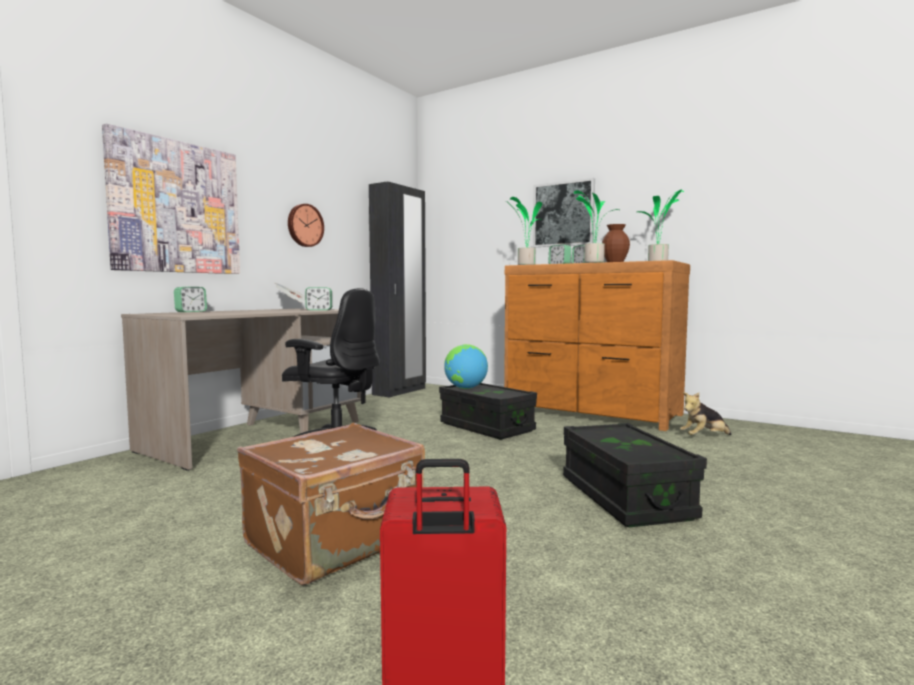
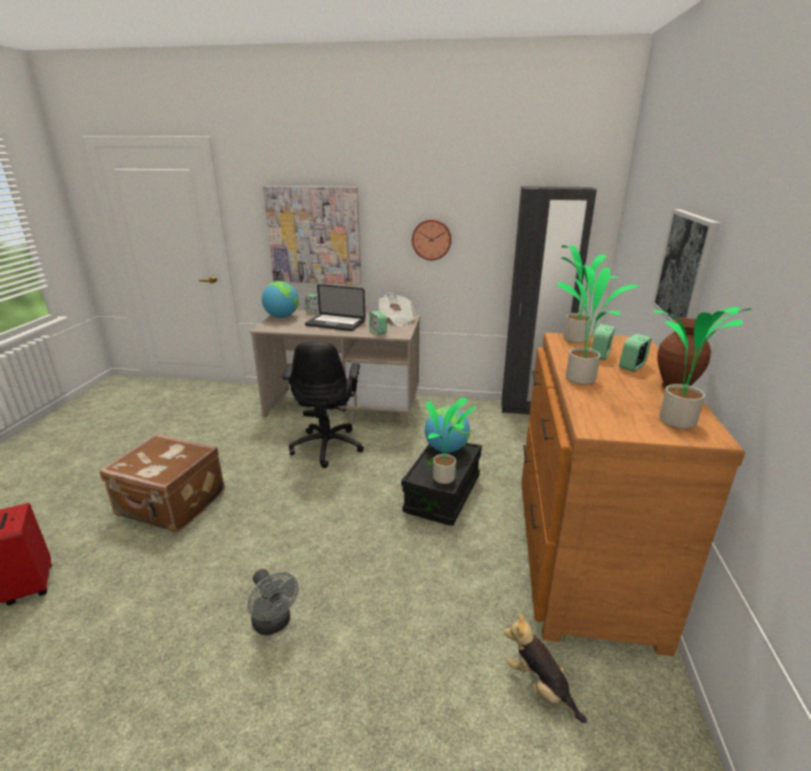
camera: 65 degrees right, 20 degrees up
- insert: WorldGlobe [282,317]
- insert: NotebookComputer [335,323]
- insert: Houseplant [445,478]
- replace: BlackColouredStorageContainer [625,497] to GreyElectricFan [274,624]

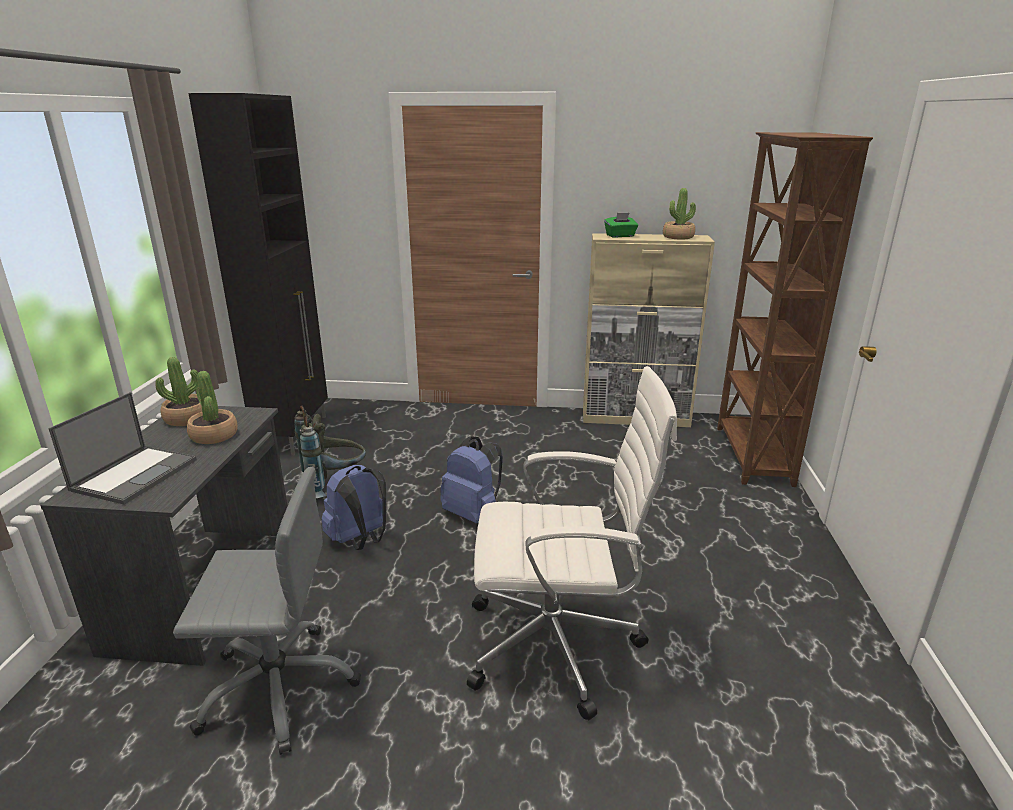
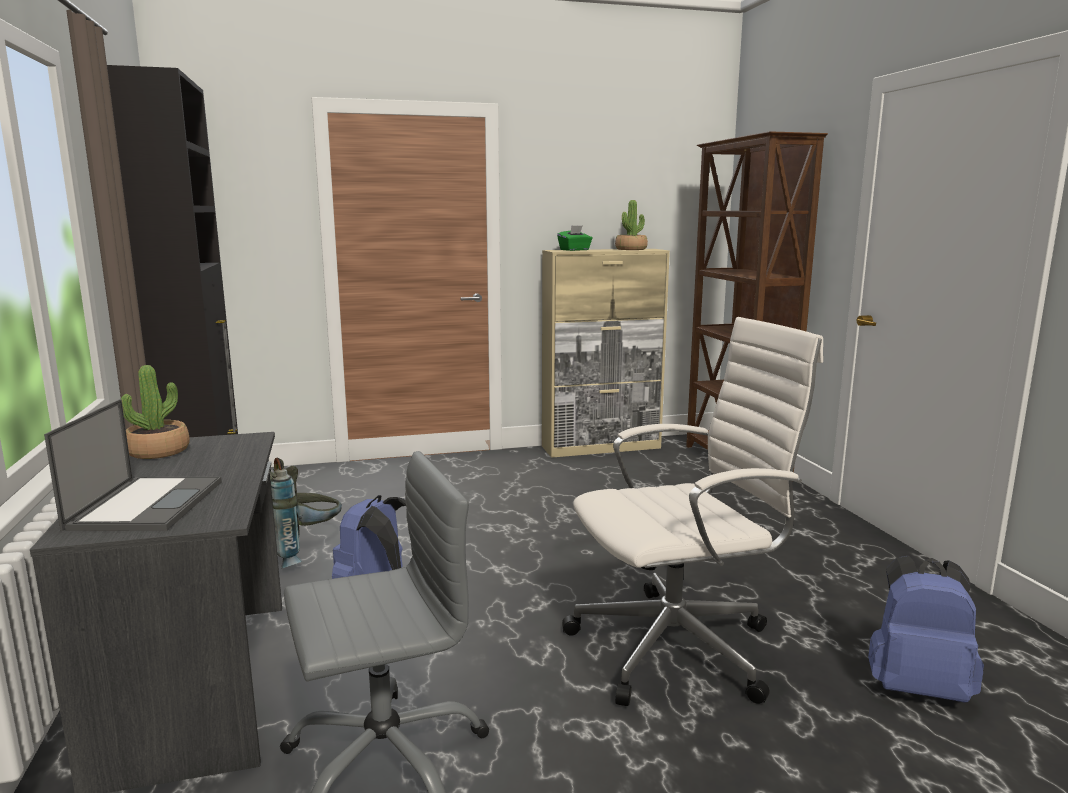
camera: 20 degrees left, 10 degrees down
- delete: Houseplant [214,435]
- move: BlueColouredKnapsack [473,514] to [916,687]

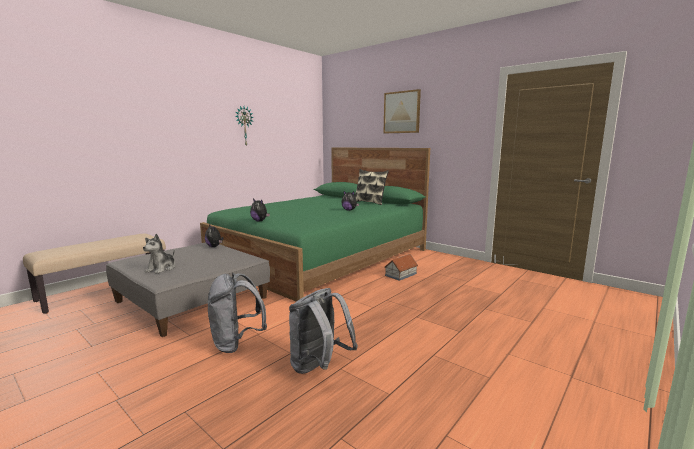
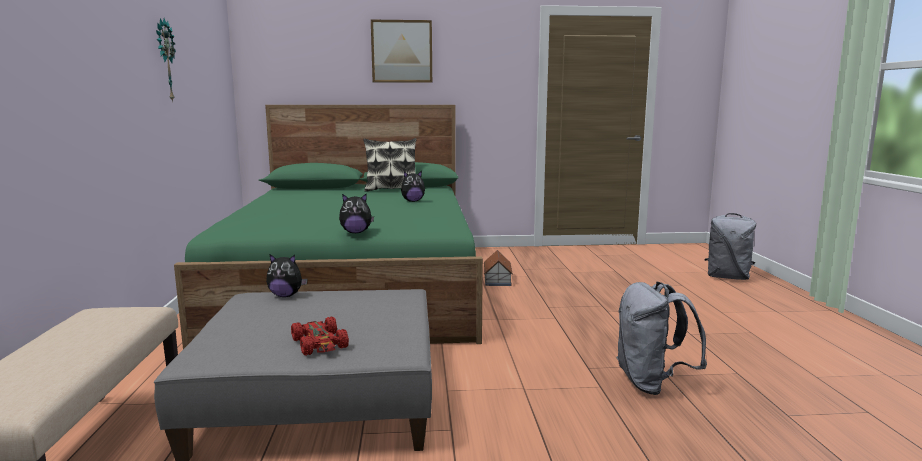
camera: 45 degrees left, 0 degrees up
- move: GreyKnapsack [236,343] to [727,277]
- replace: SoftToy [161,269] to ReddishMiniatureCar [320,344]

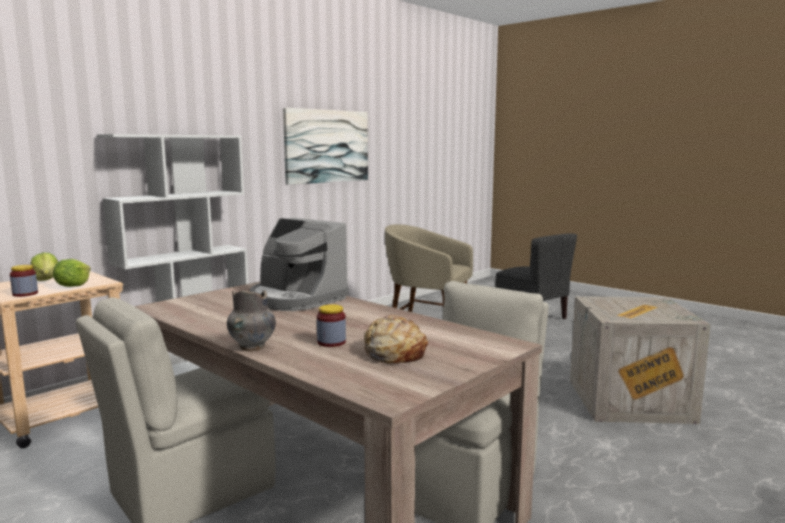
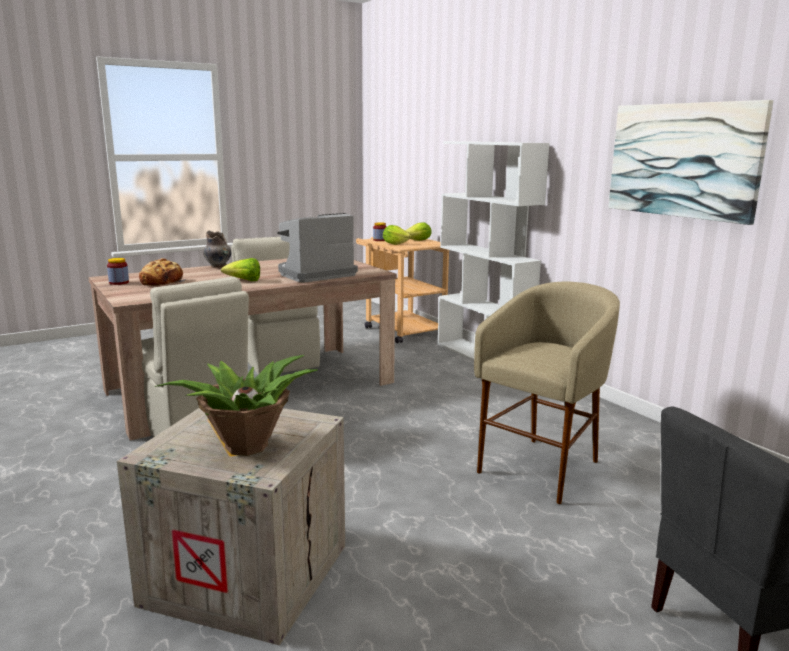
camera: 105 degrees right, 5 degrees up
- insert: Houseplant [244,446]
- insert: Lettuce [244,281]
- move: StorageJar [331,342] to [119,282]

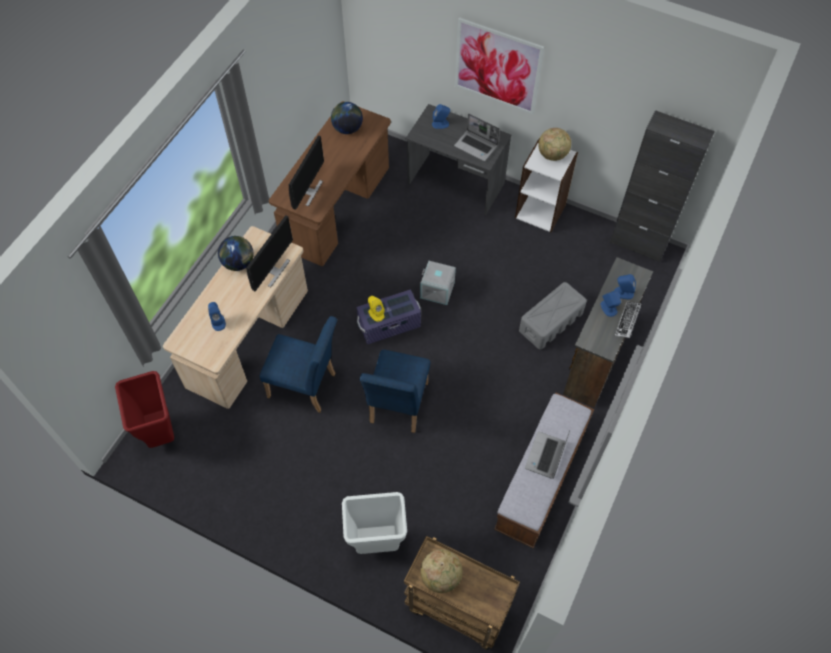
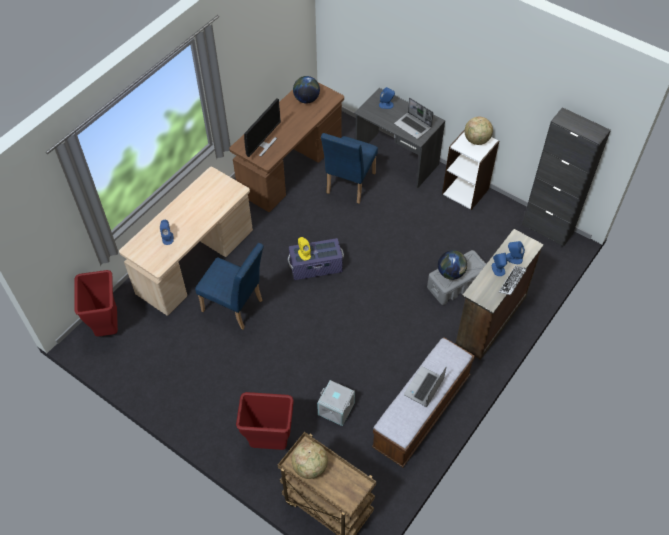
camera: 10 degrees right, 5 degrees down
- delete: ComputerDisplay [273,271]
- delete: WallPicture [497,66]
- move: WorldGlobe [239,263] to [451,273]
- move: BlueColouredUprightChair [397,407] to [349,186]
- move: GreyStorageContainer [438,290] to [336,408]
- recolor: WhitishRubbishBin [376,543] to ReddishRubbishBin [269,443]

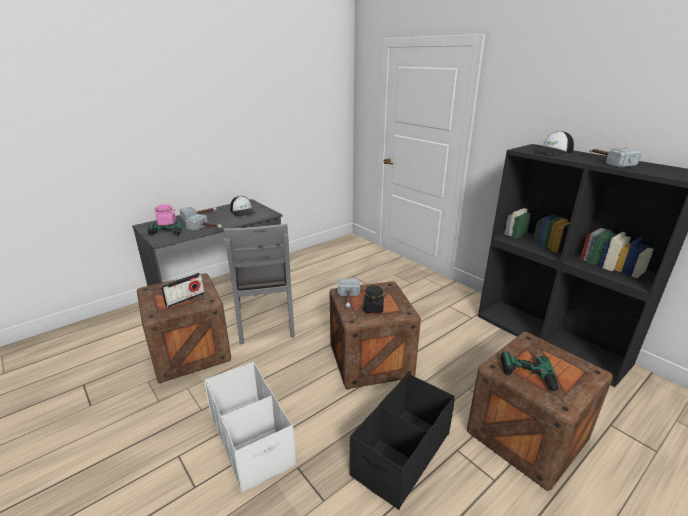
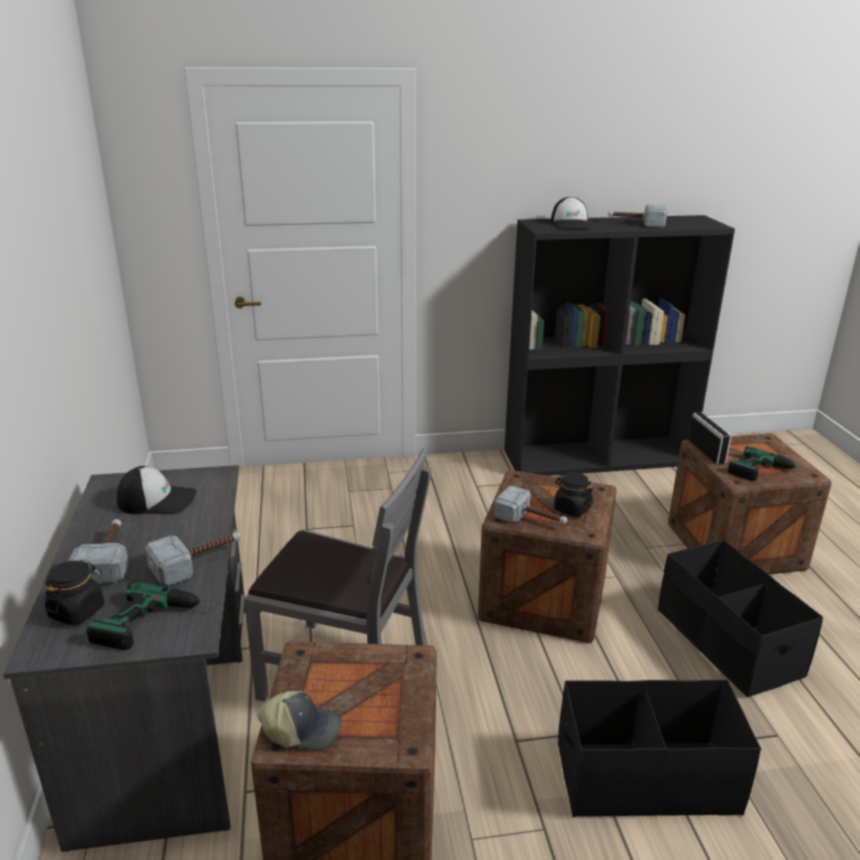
camera: 60 degrees left, 0 degrees up
- insert: BaseballCap [302,730]
- move: Radio [185,299] to [706,451]
- recolor: PinkishStorageJar [167,223] to BlackColouredStorageJar [77,611]
- recolor: WhitishStorageContainer [251,439] to BlackColouredStorageContainer [645,777]

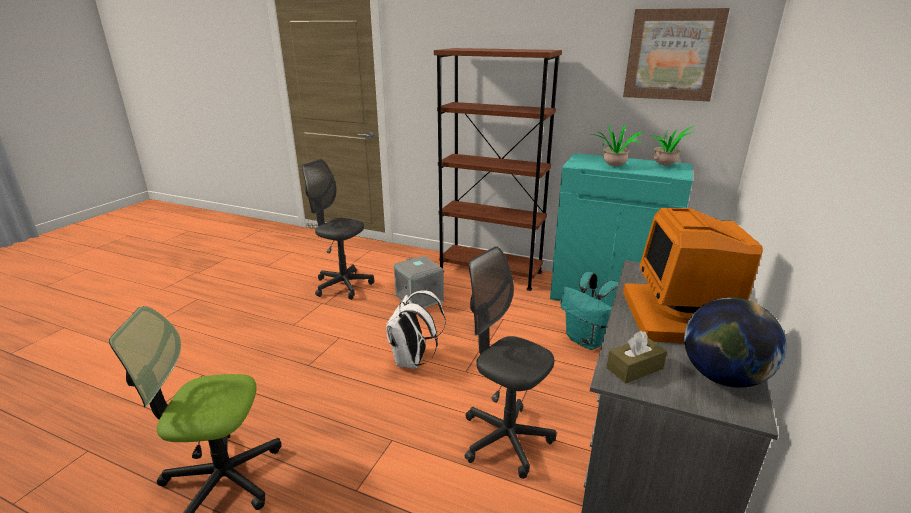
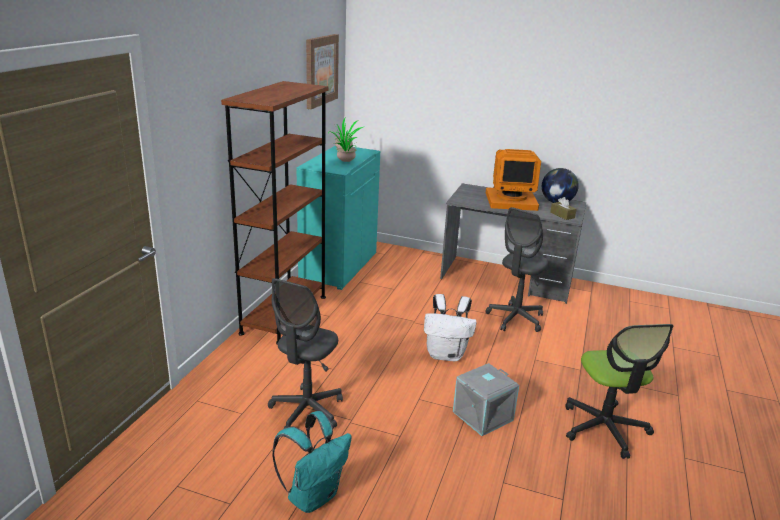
camera: 95 degrees left, 0 degrees up
- move: GreyStorageContainer [418,298] to [483,416]
- move: TurquoiseKnapsack [588,341] to [313,496]

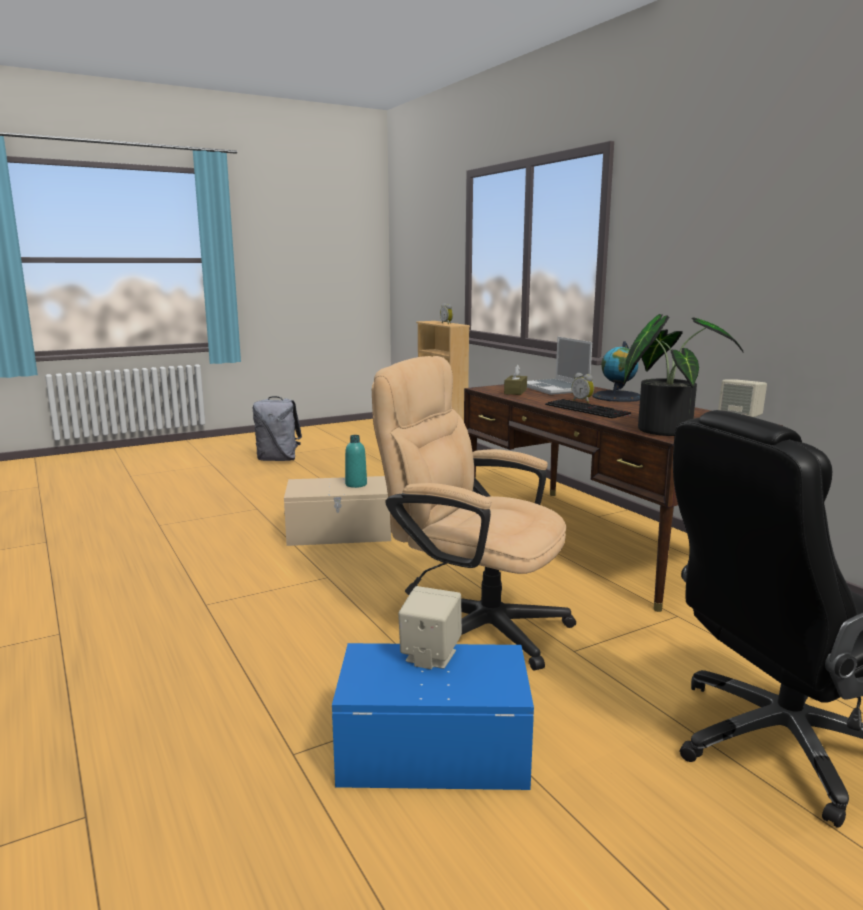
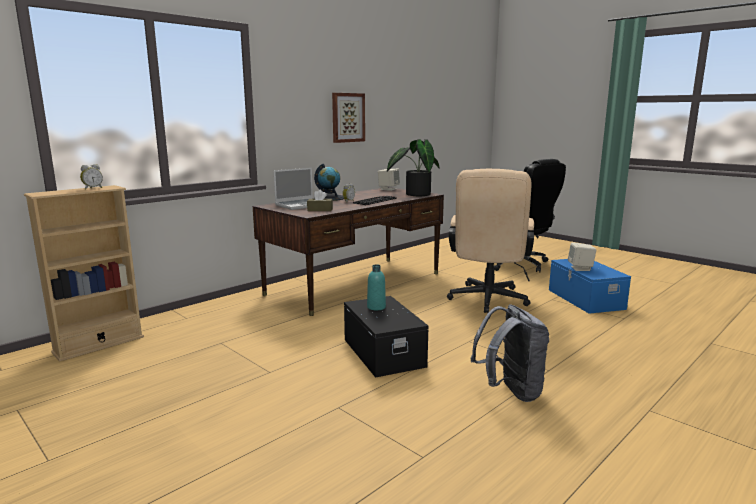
camera: 105 degrees left, 0 degrees up
- insert: WallPicture [347,117]
- move: GreyKnapsack [278,459] to [510,391]
- recolor: BeigeStorageContainer [339,532] to BlackColouredStorageContainer [384,352]

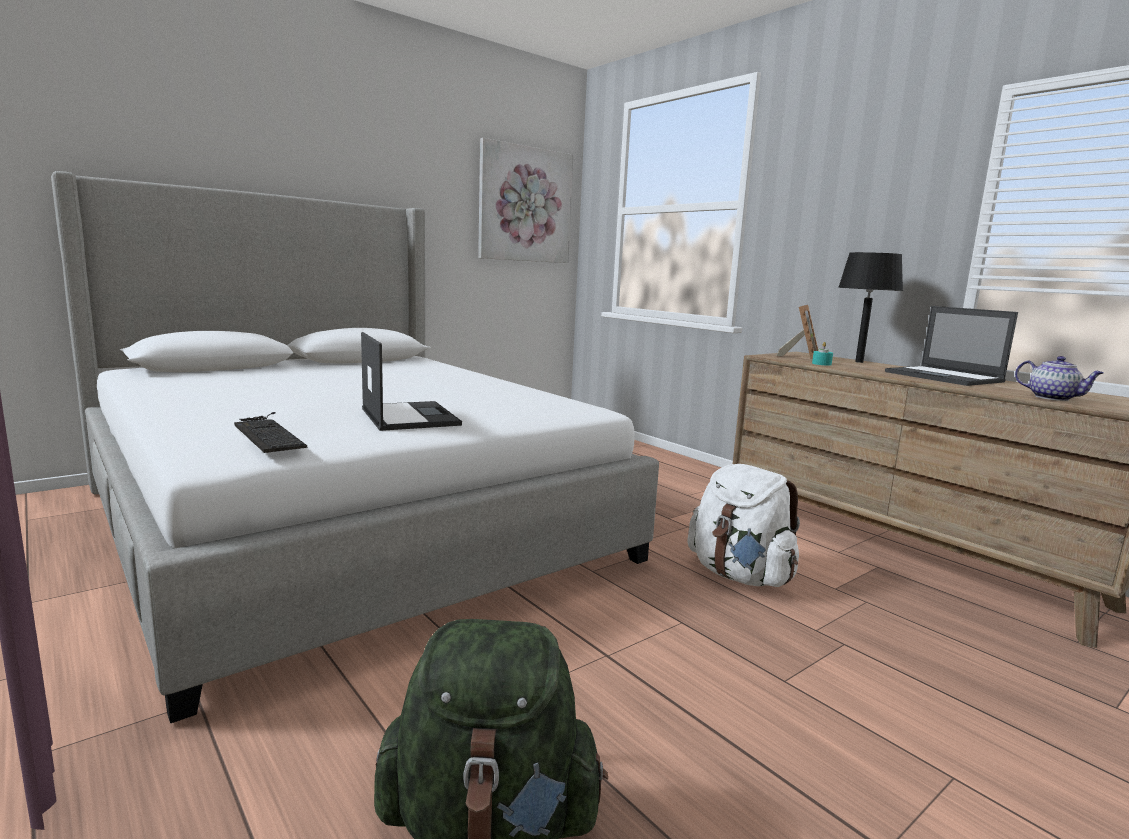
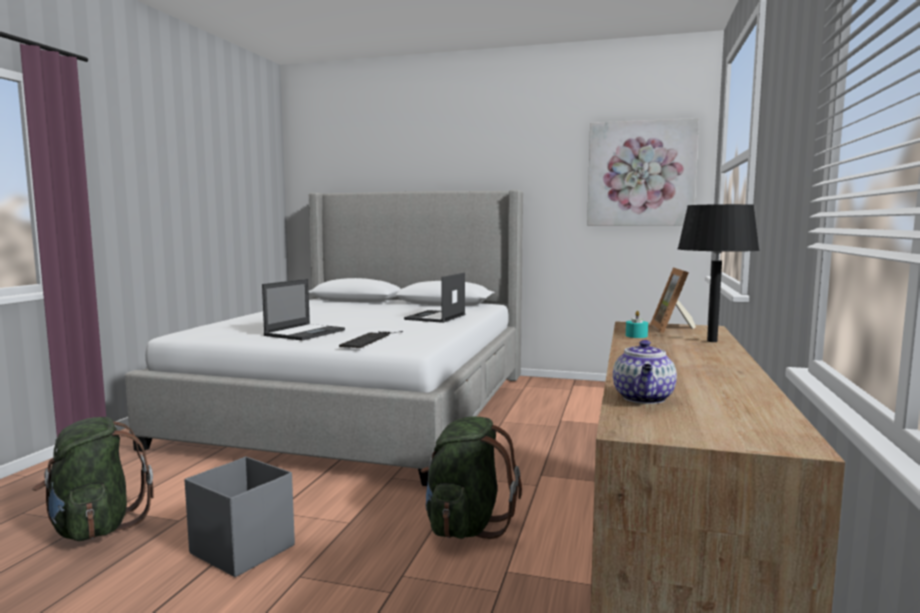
camera: 55 degrees right, 5 degrees down
- insert: GreyStorageContainer [242,549]
- move: PcKeyboard [267,432] to [370,339]
- move: NotebookComputer [944,377] to [435,317]
- recolor: WhitishKnapsack [740,575] to GreenishKnapsack [466,525]
- rotate: PhotoFrame [800,356] = [673,329] 105 degrees clockwise

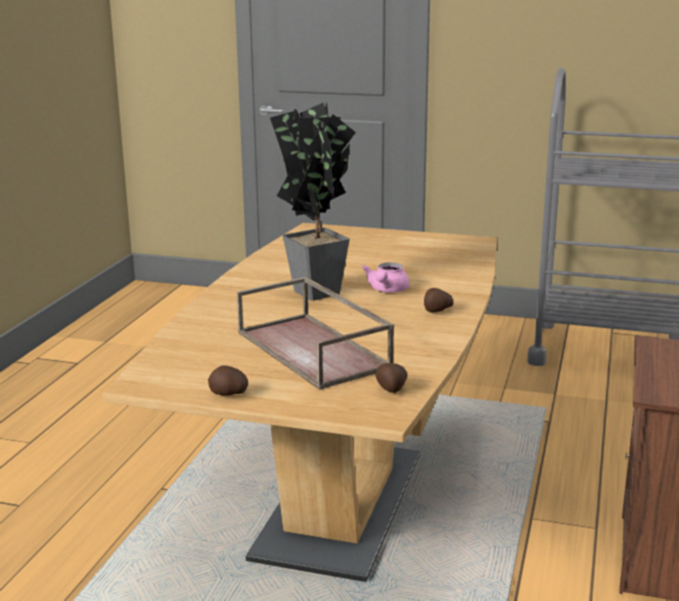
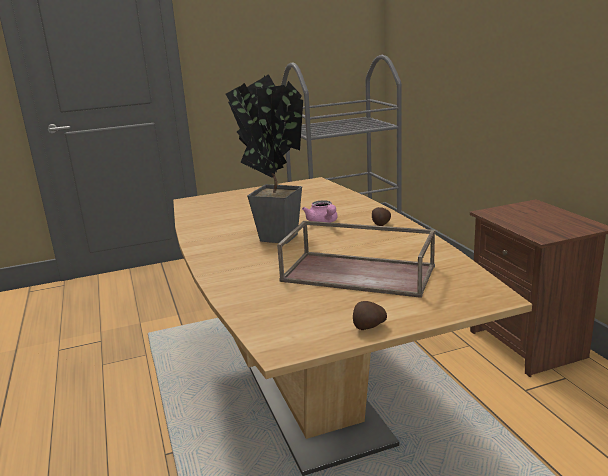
camera: 35 degrees left, 0 degrees up
- delete: Potato [391,389]

